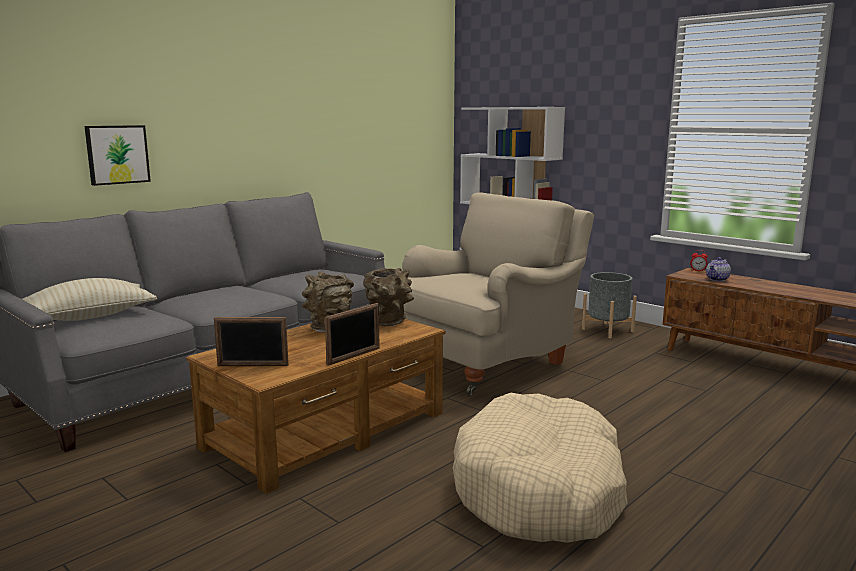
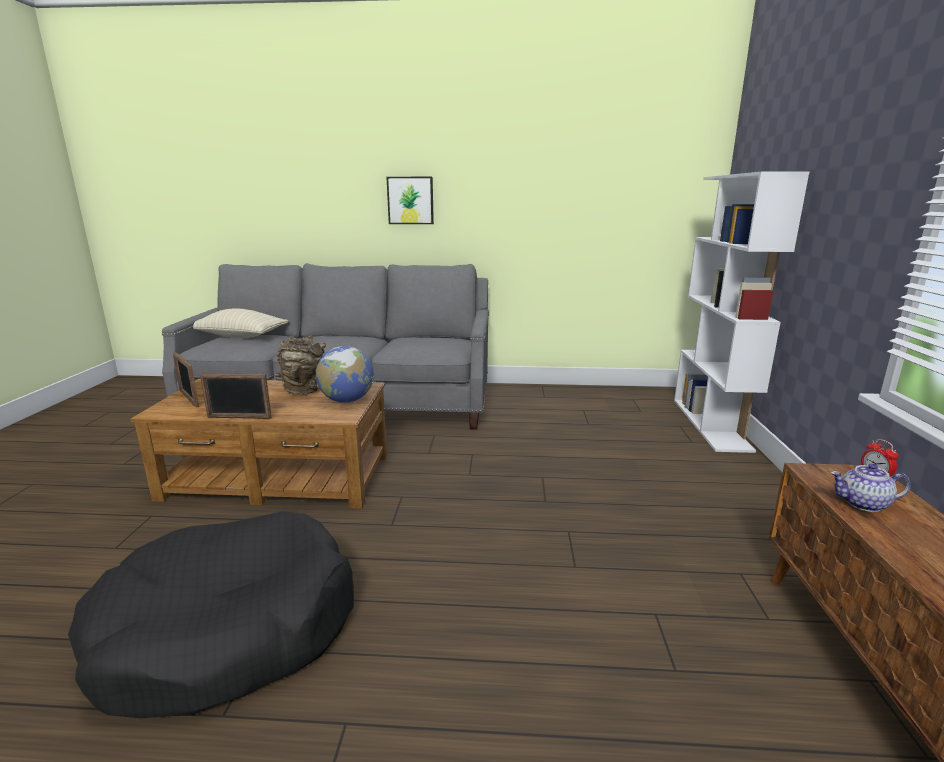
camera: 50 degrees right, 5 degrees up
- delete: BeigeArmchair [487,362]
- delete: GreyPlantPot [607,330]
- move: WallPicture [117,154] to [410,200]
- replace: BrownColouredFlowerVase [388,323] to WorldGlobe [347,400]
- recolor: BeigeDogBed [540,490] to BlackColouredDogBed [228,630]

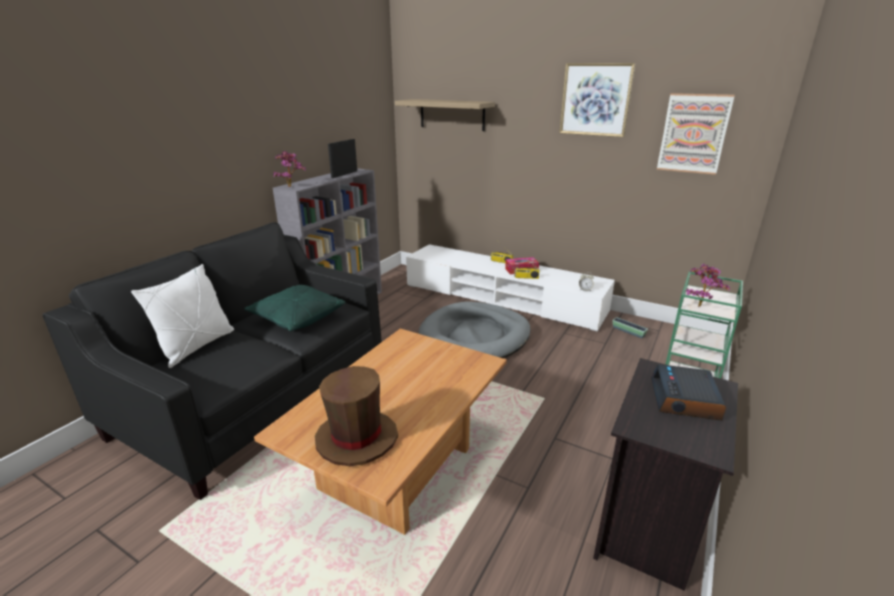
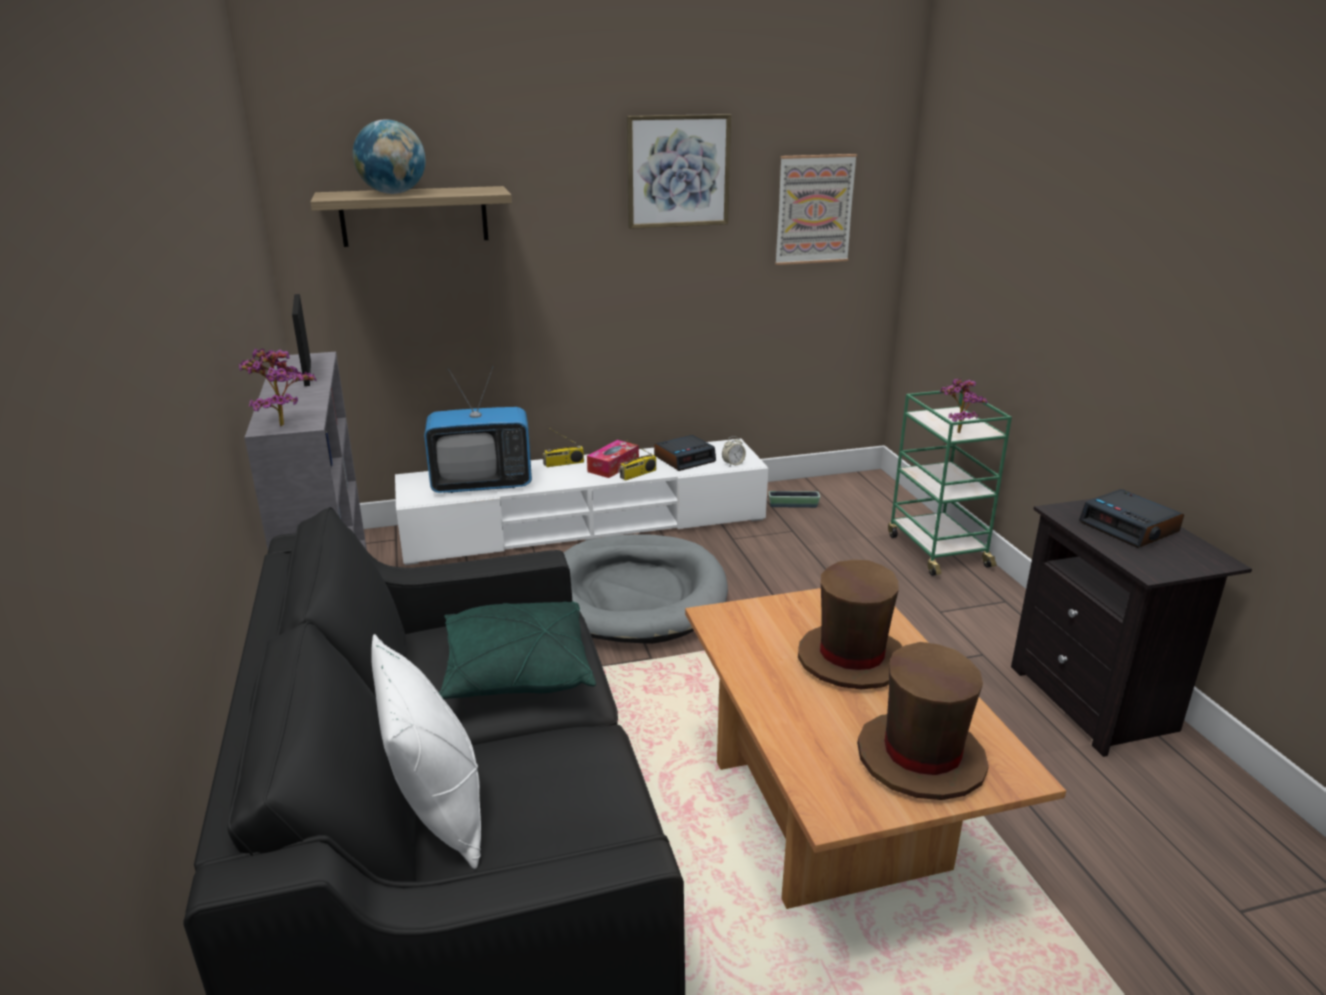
camera: 45 degrees left, 0 degrees up
- insert: WorldGlobe [393,193]
- insert: Television [482,484]
- insert: BedsideClock [685,459]
- insert: BrownColouredHat [851,659]

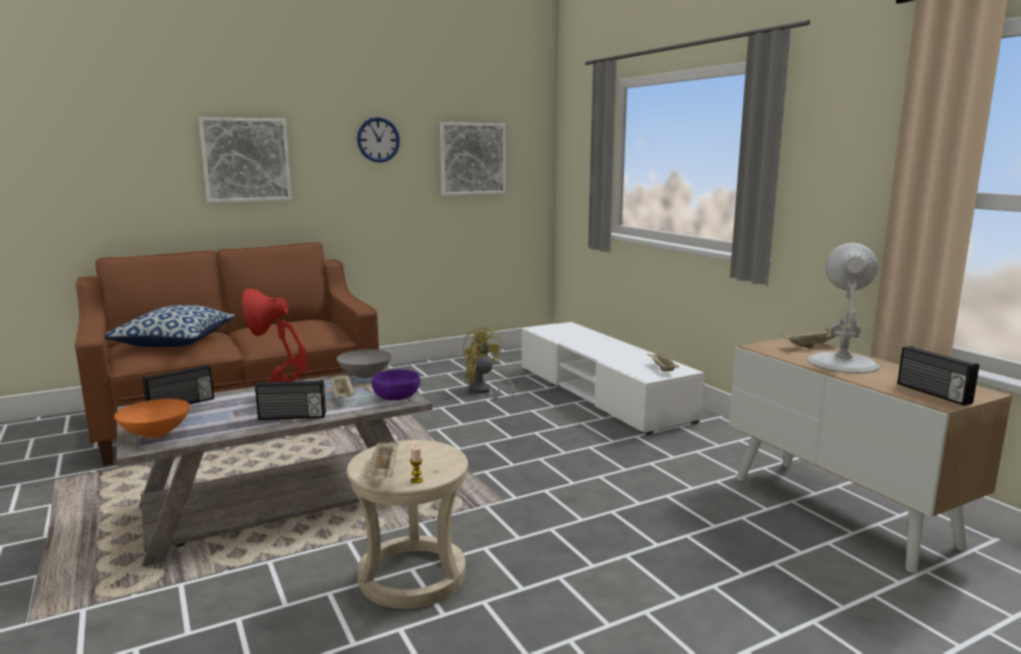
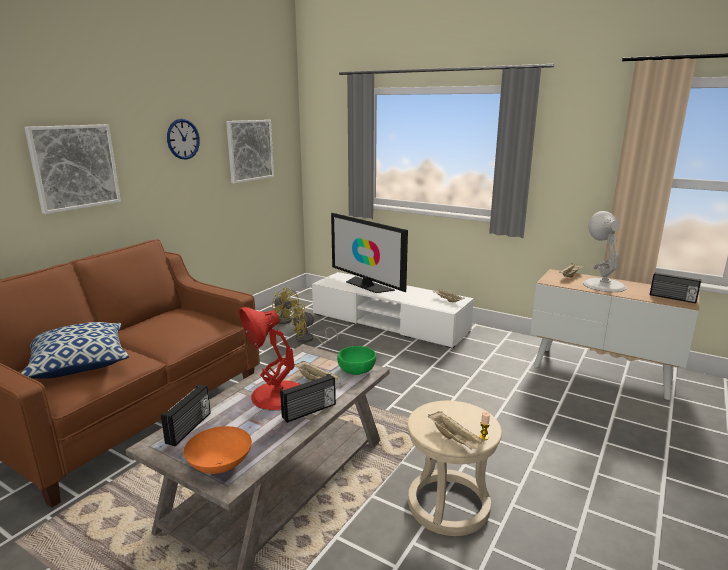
camera: 30 degrees left, 5 degrees up
- delete: GreyBowl [365,376]
- insert: Television [367,285]
- recolor: PurplishBowl [397,397] to GreenishBowl [357,369]

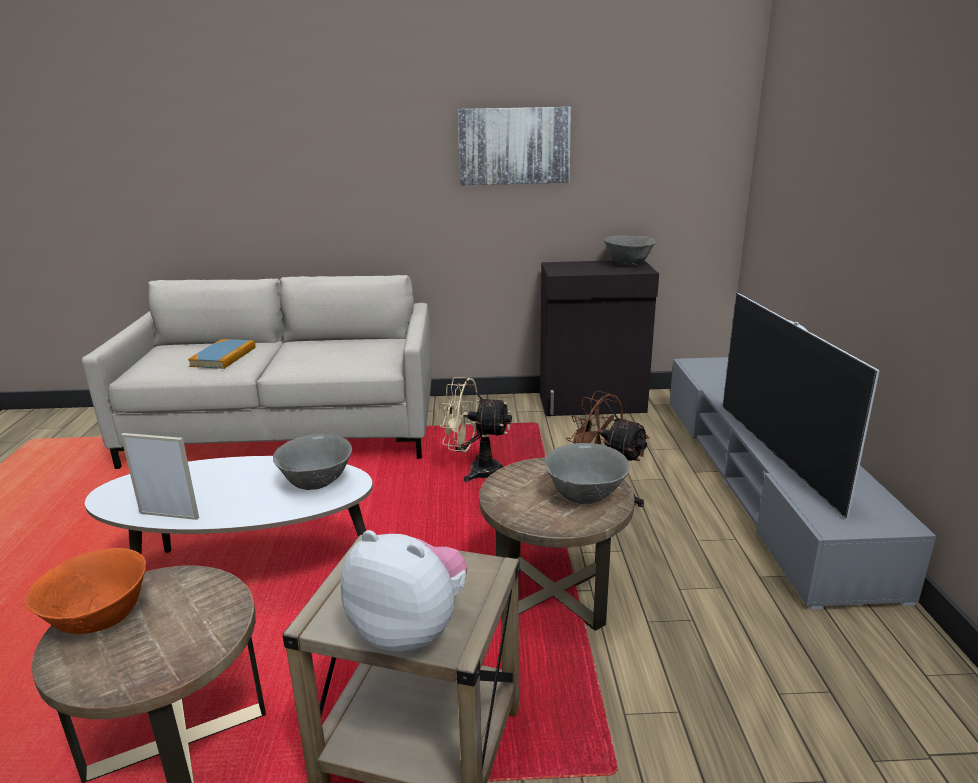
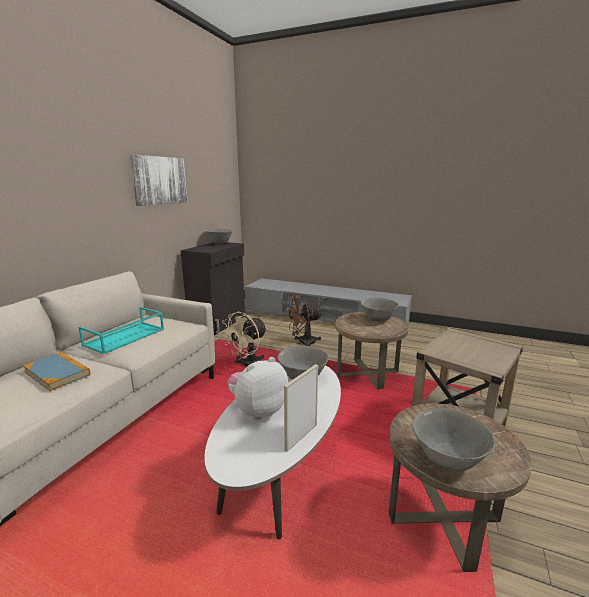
camera: 65 degrees left, 5 degrees down
- delete: Television [777,455]
- insert: TurquoiseCarryingTray [124,337]
- move: SoftToy [410,630] to [258,410]
- recolor: OrangeColouredBowl [100,621] to GreyBowl [448,460]

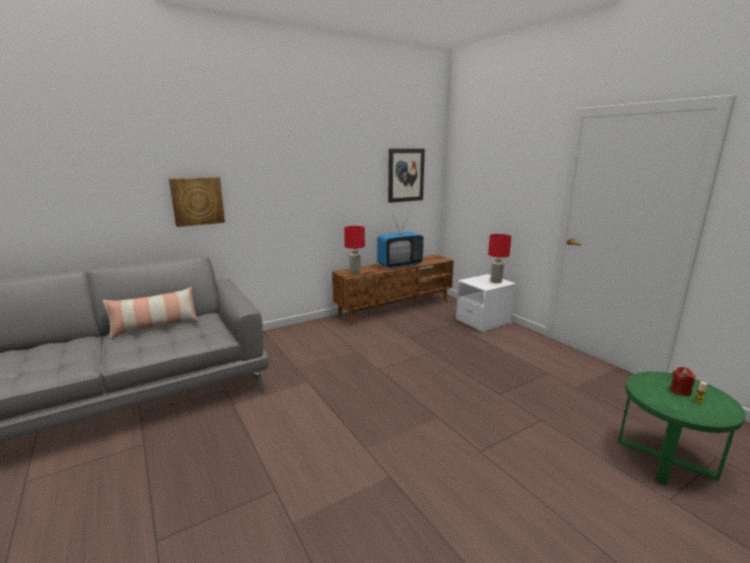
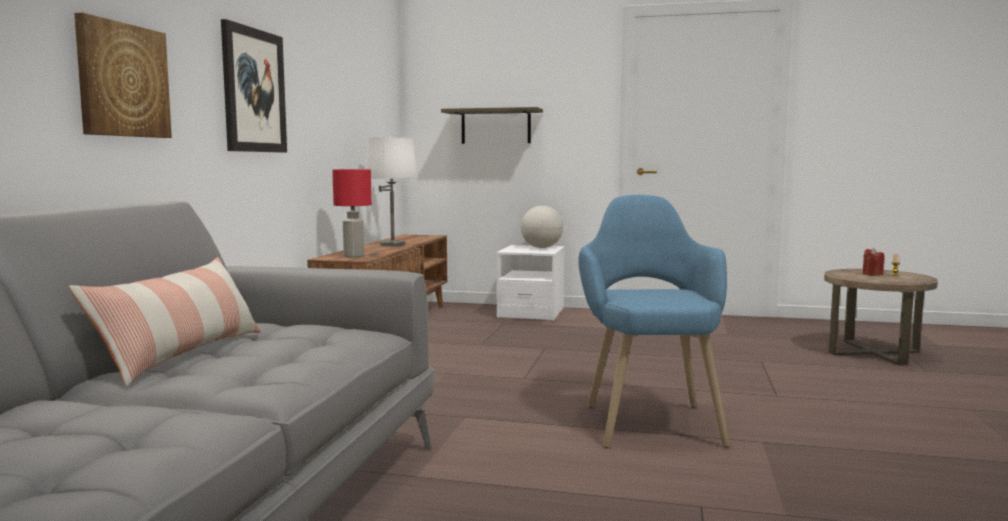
camera: 45 degrees left, 10 degrees down
- insert: Shelf [496,126]
- insert: BlueColouredArmchair [648,418]
- move: WallPicture [405,175] to [254,91]
- replace: Television [399,265] to WhitishTableLamp [392,245]
- replace: ReddishTableLamp [496,281] to WorldGlobe [541,247]
- recolor: GreenishAccentTable [665,458] to BrownColouredAccentTable [874,352]

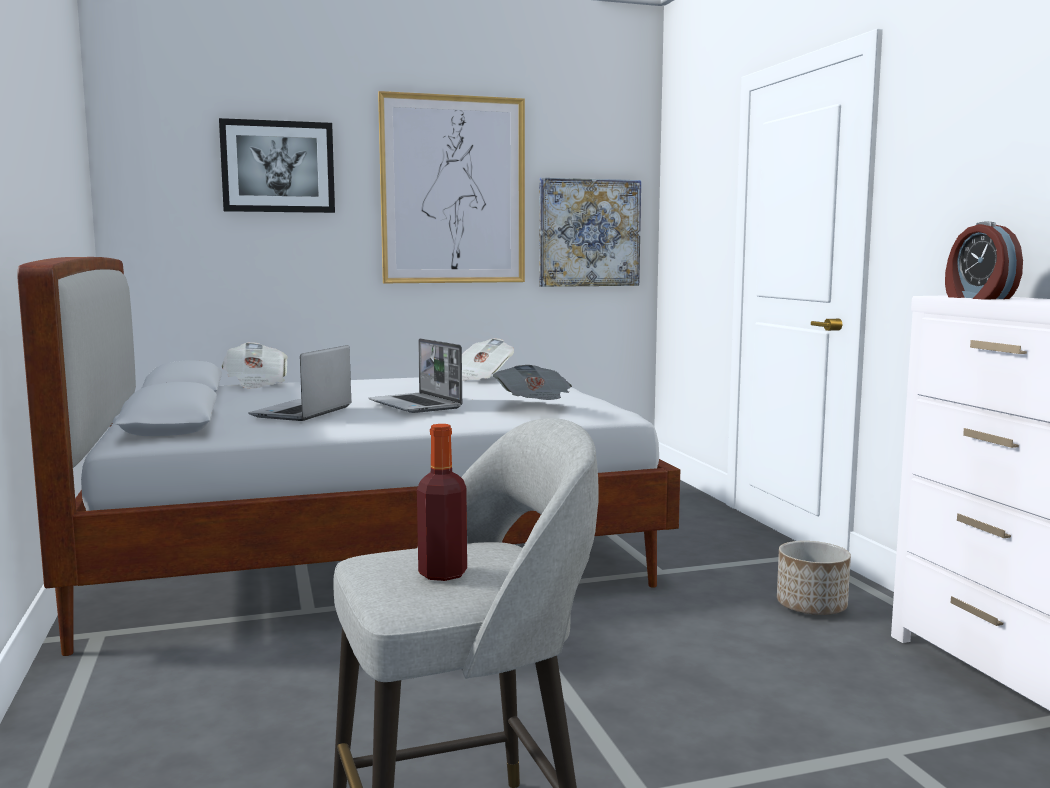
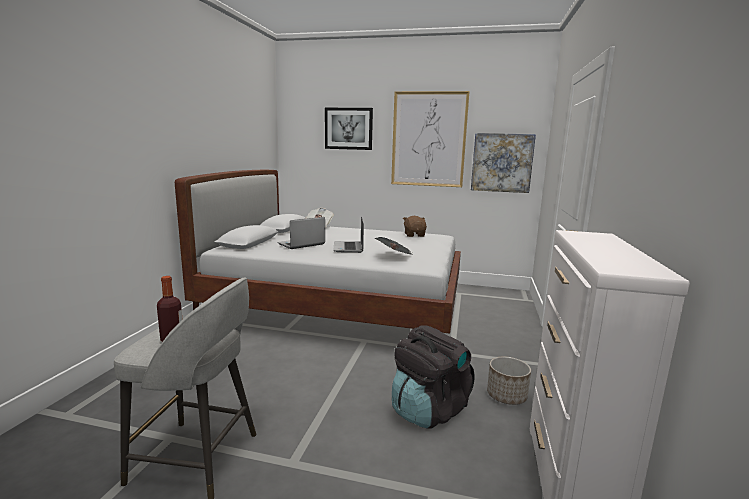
camera: 30 degrees right, 5 degrees up
- delete: BedsideClock [978,298]
- insert: BlackColouredKnapsack [429,410]
- replace: DailyPaper [480,377] to BrownColouredSoftToy [414,235]

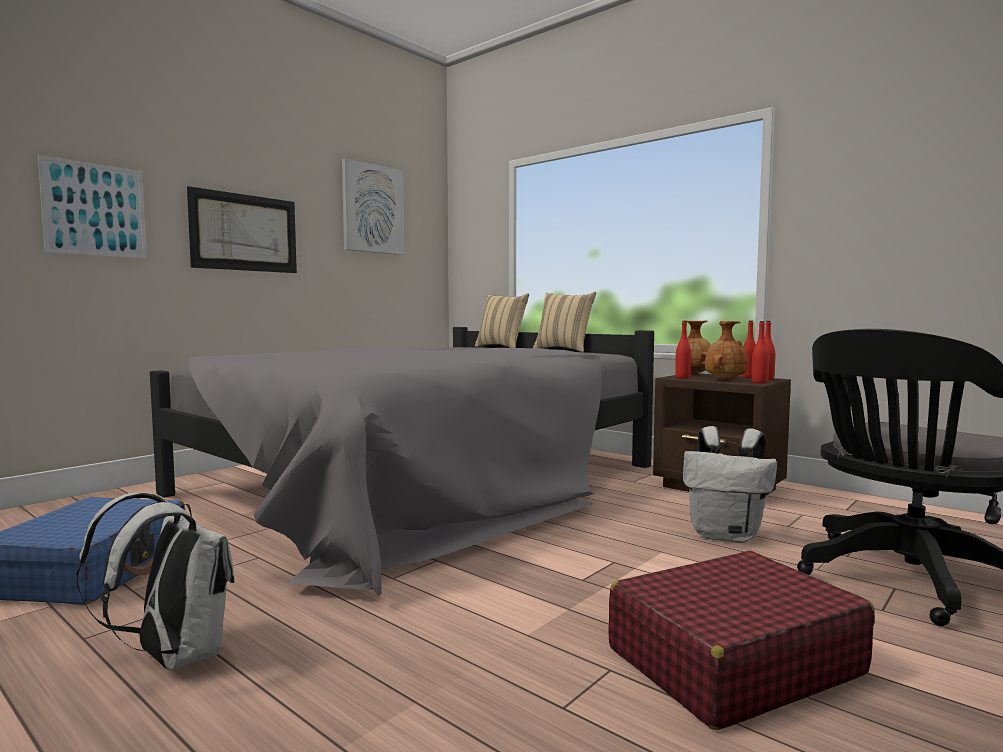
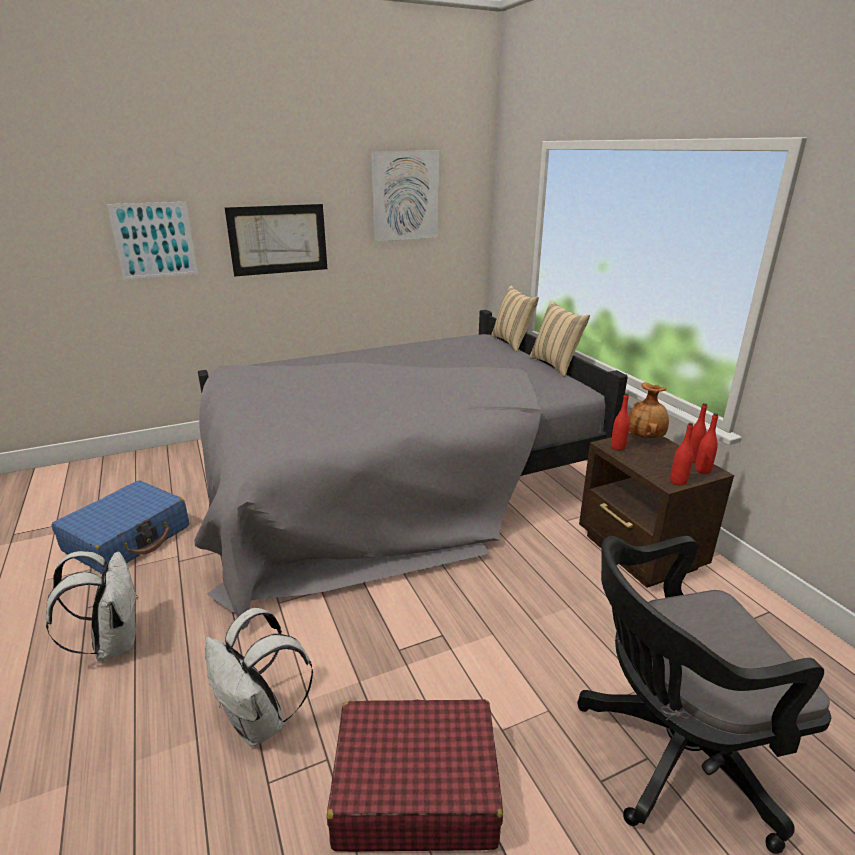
camera: 25 degrees right, 20 degrees up
- delete: BrownColouredFlowerVase [724,380]
- move: WhitishKnapsack [726,536] to [260,721]

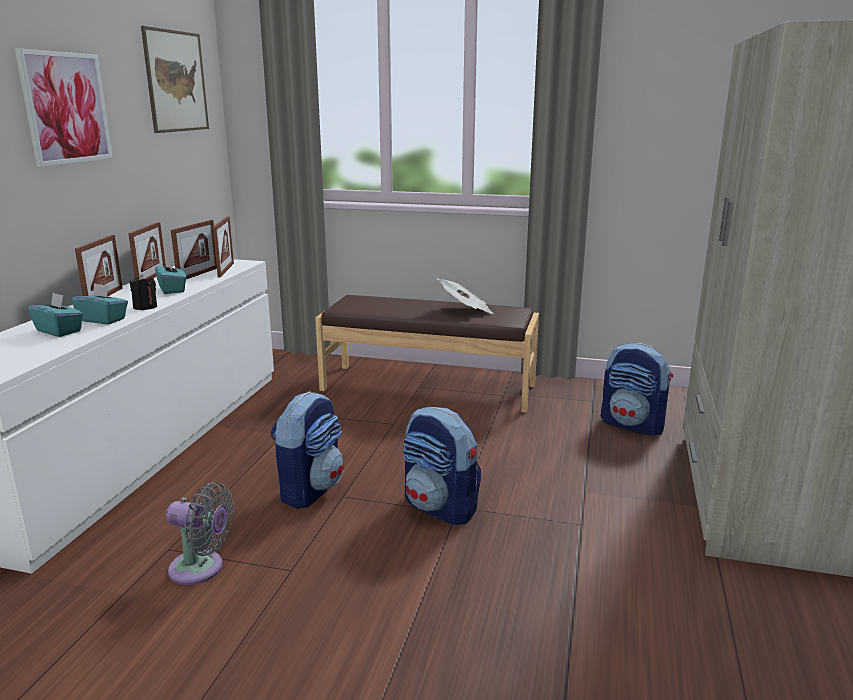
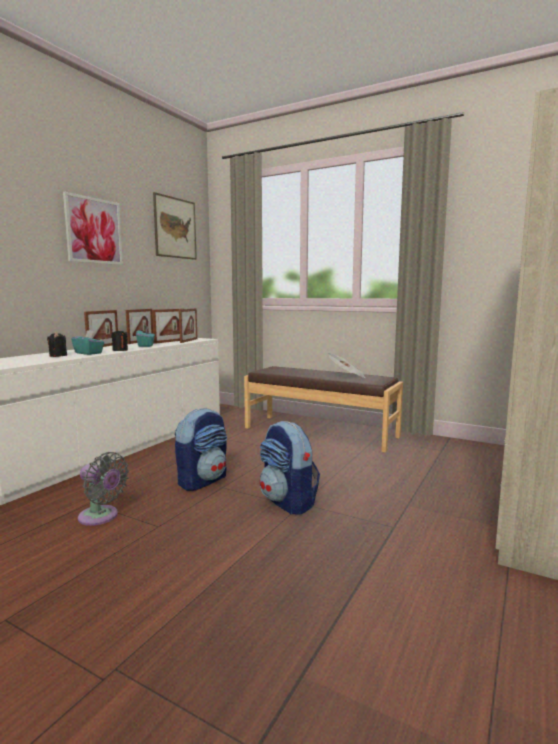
camera: 15 degrees right, 10 degrees down
- delete: Knapsack [633,425]
- replace: TurquoiseTissueHolder [59,331] to BlackColouredWaxCandle [58,355]

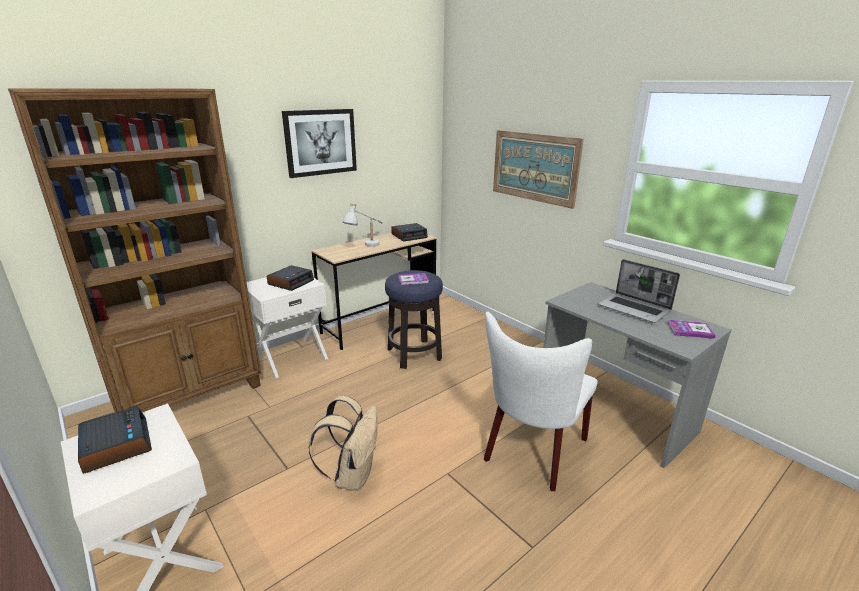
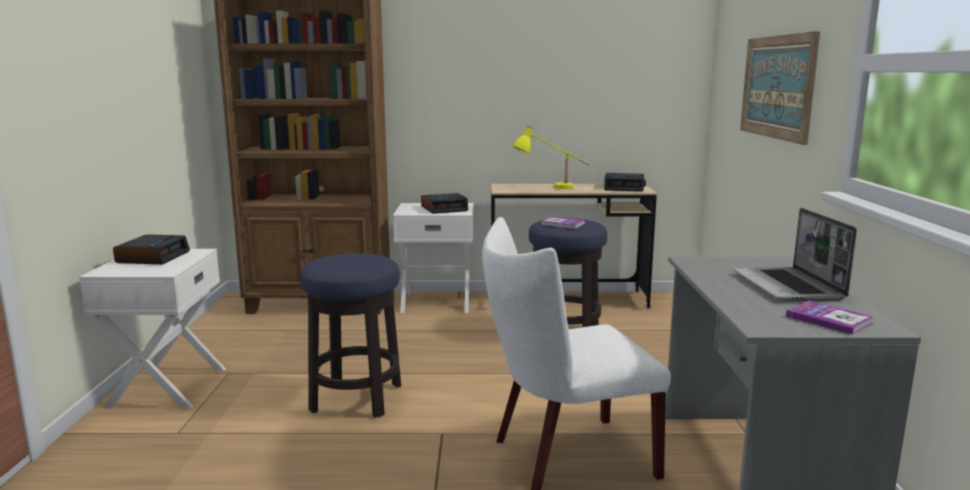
camera: 40 degrees right, 10 degrees down
- delete: WallPicture [320,142]
- replace: BeigeKnapsack [352,475] to StoolSeat [356,398]
- recolor: WhitishTableLamp [366,247] to YellowishTableLamp [551,188]

